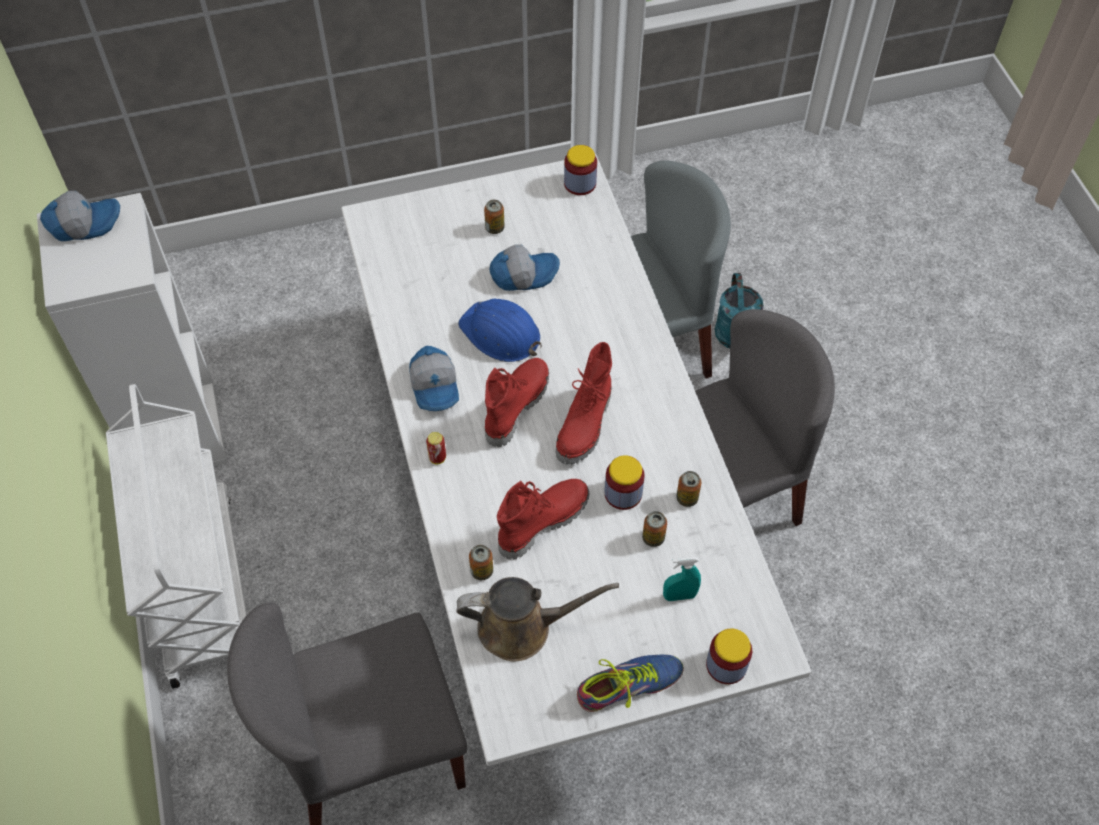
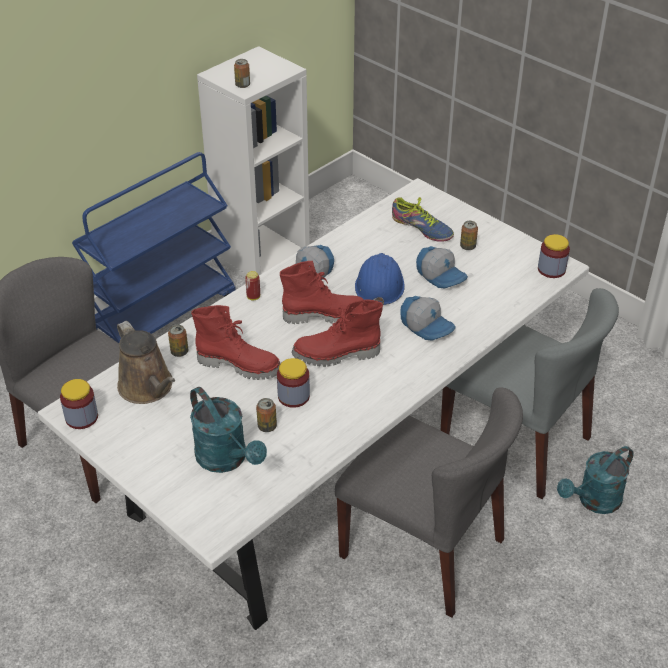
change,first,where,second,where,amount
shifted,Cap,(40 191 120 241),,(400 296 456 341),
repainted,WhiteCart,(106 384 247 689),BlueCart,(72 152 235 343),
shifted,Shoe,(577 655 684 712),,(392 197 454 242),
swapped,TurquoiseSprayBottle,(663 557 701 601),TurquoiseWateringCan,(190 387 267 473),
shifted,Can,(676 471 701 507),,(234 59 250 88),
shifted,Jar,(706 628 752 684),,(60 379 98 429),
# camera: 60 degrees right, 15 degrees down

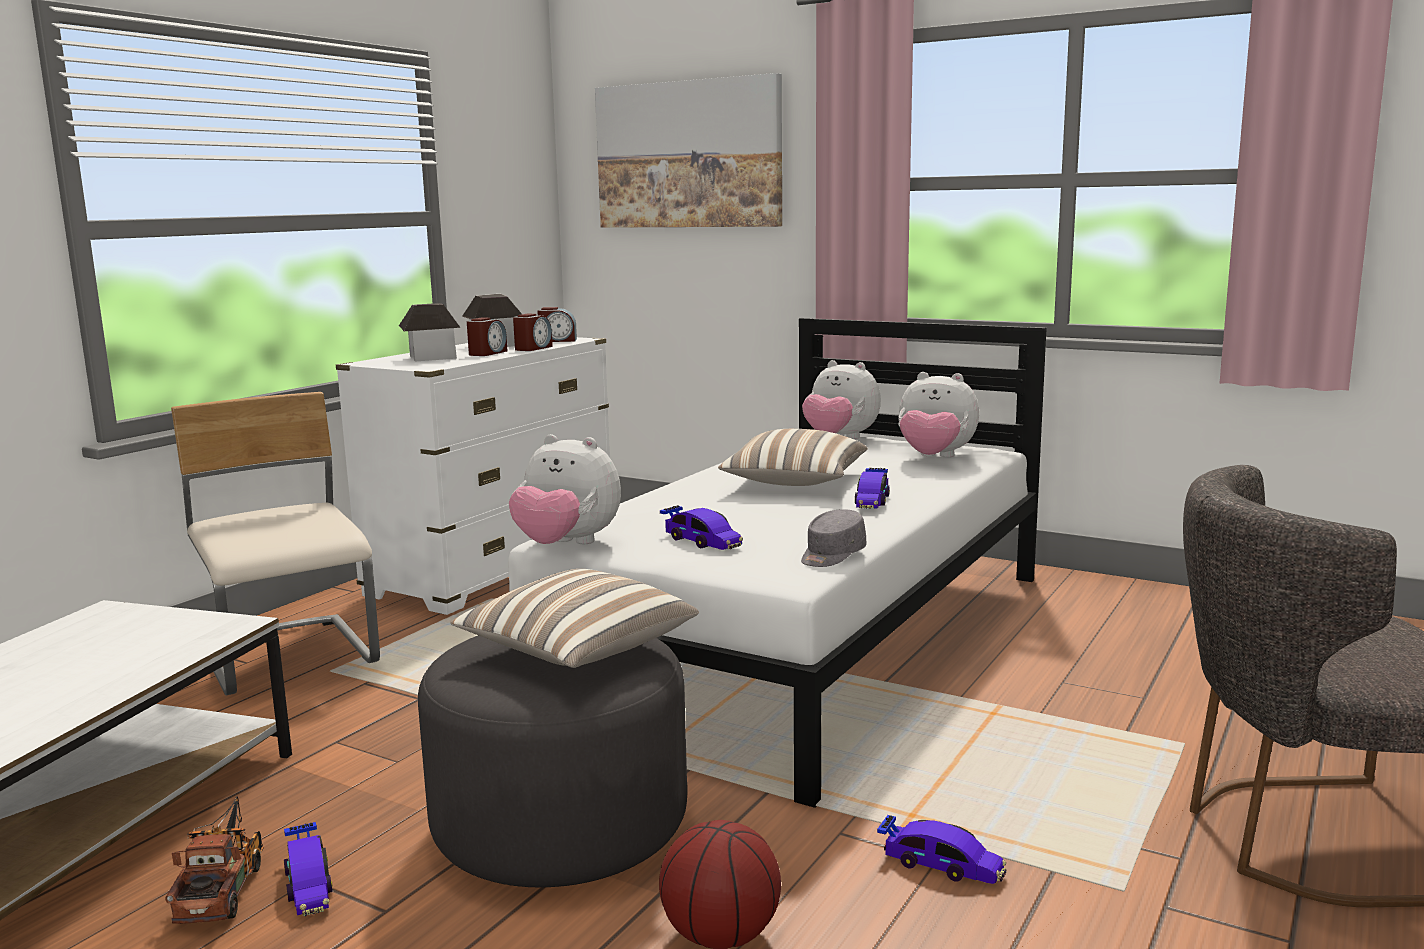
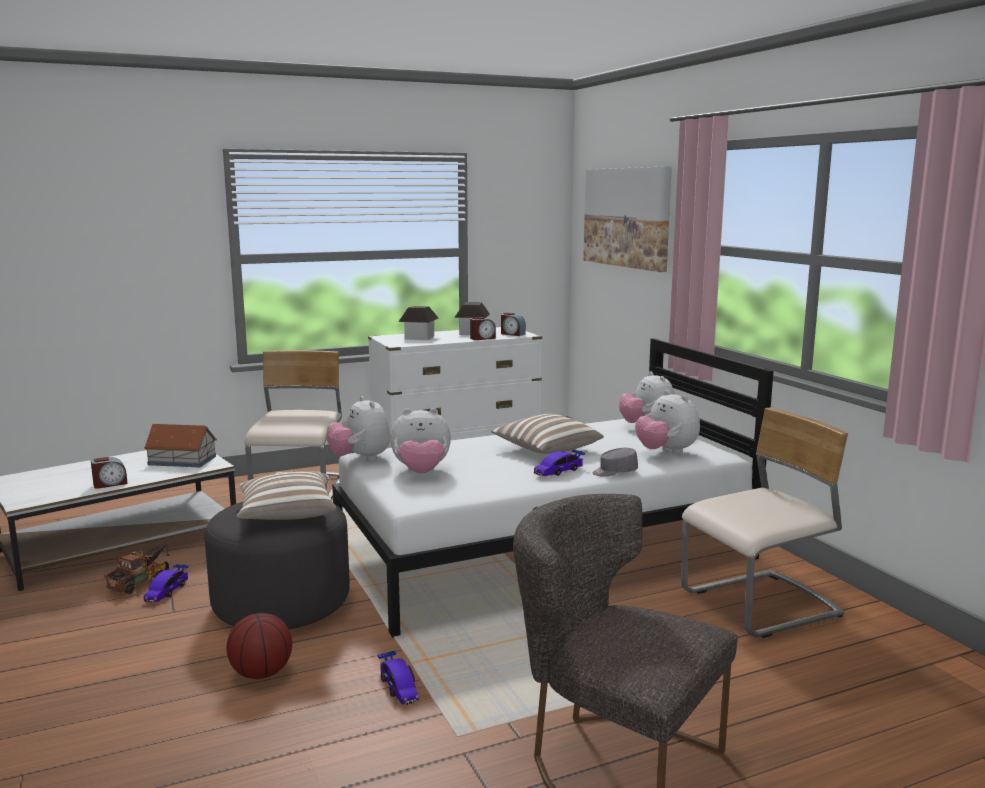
change,first,where,second,where,amount
shifted,AlarmClock,(467 317 507 356),,(91 457 128 489),
swapped,ToyCar,(660 505 743 550),PlushToy,(390 408 451 473),
shifted,GreyCap,(801 509 866 567),,(592 448 638 477),
new,,,ToyHouse,(144 424 217 467),
new,,,BeigeChair,(681 407 848 638),
# camera: 35 degrees right, 0 degrees up

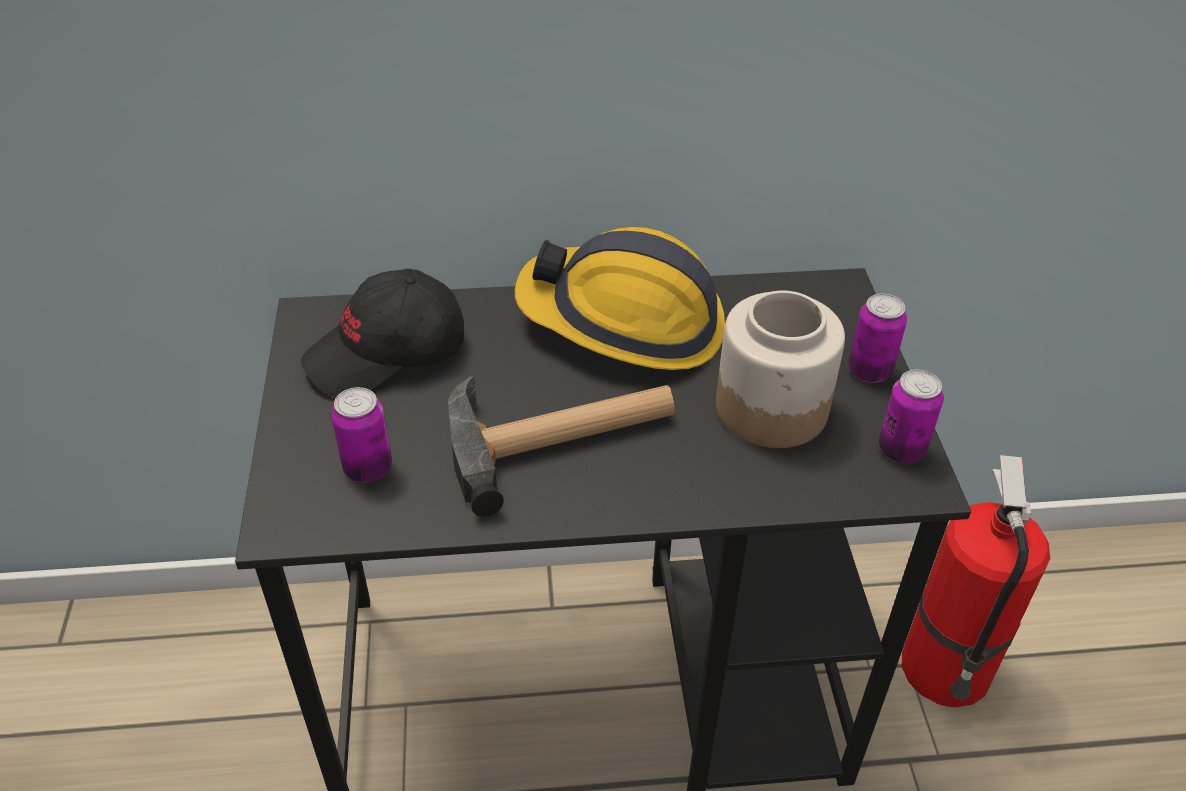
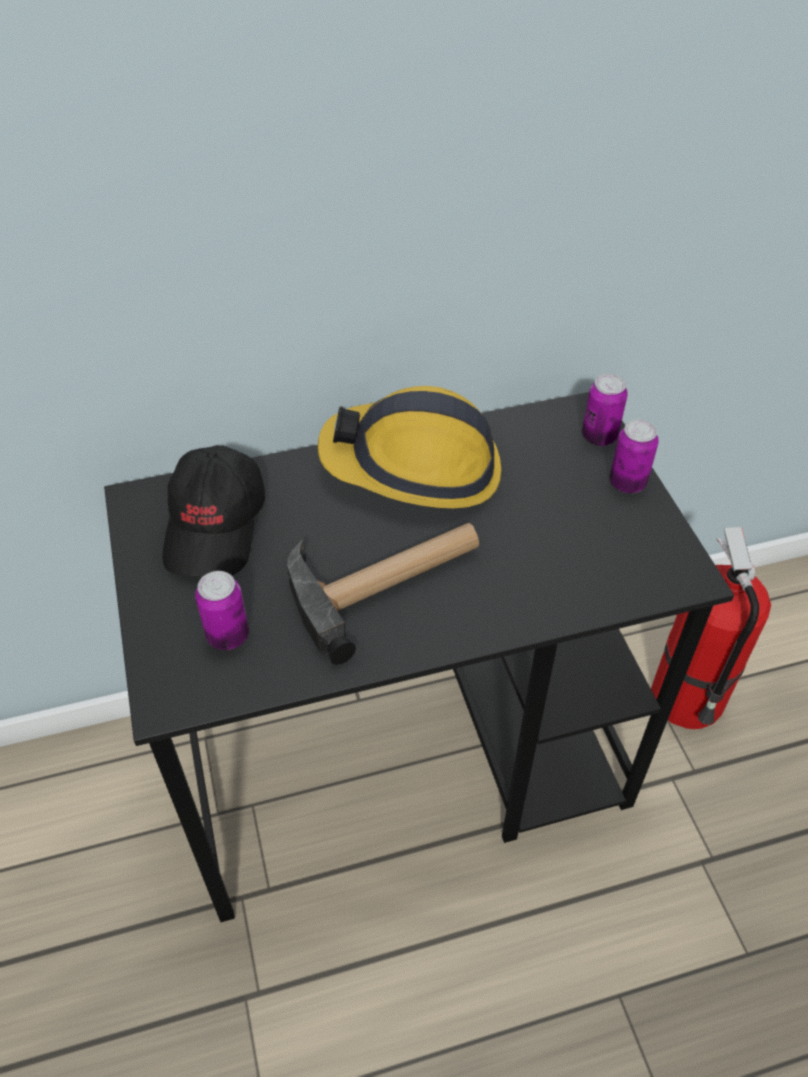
change,first,where,second,where,amount
rotated,BlackCap,(301 269 464 397),,(163 445 265 577),45 degrees counterclockwise
gone,Jar,(716 290 845 448),,,
shifted,Can,(879 370 944 463),,(582 374 628 446),
# camera: 10 degrees left, 5 degrees up

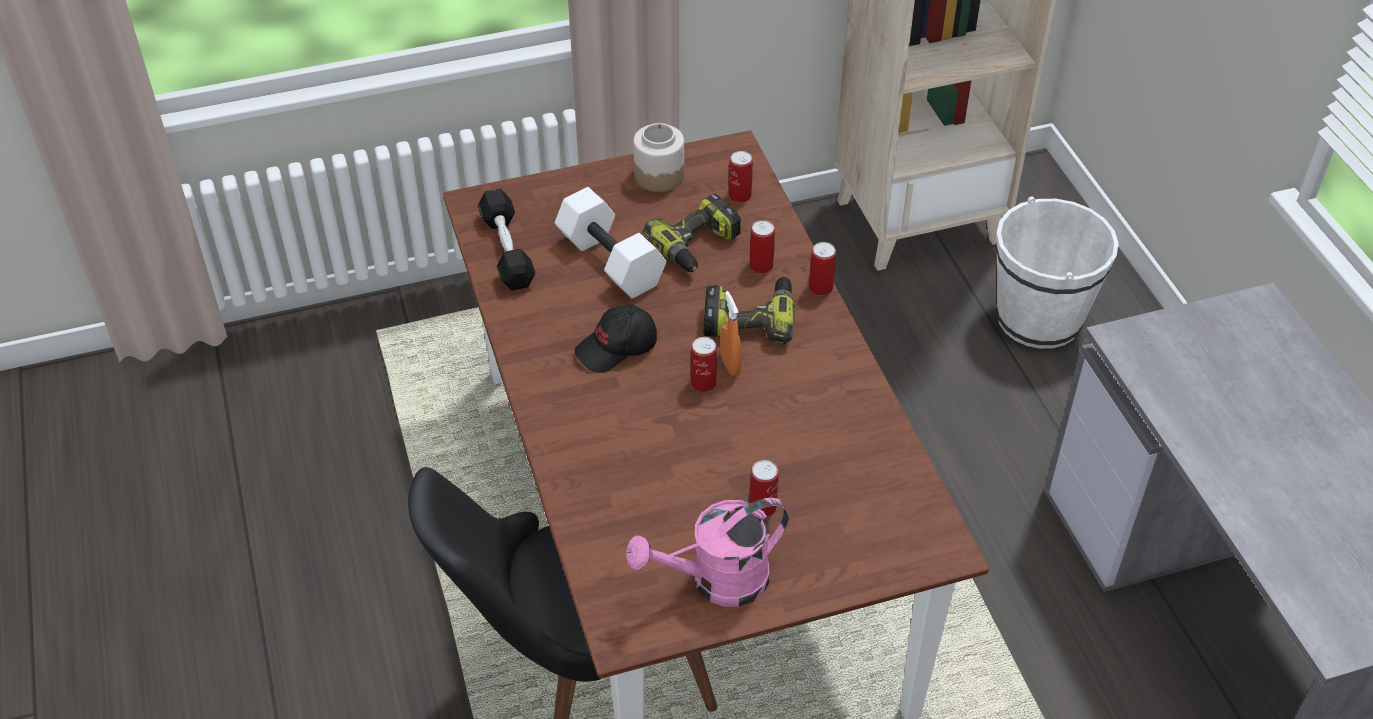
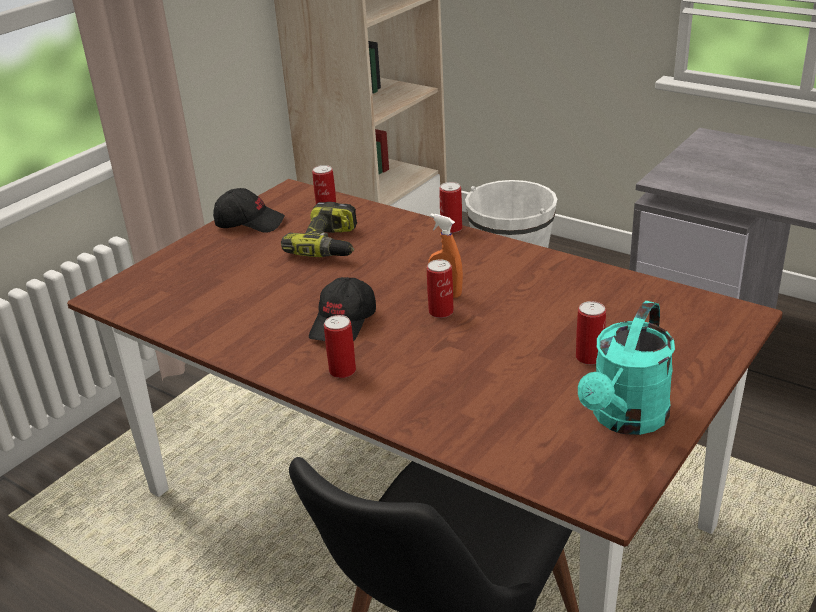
change,first,where,second,where,amount
gone,BlackDumbbell,(478 189 535 291),,,
gone,WhiteDumbbell,(555 187 666 298),,,
repainted,PinkWateringCan,(626 498 789 607),TurquoiseWateringCan,(578 301 675 435),
swapped,Jar,(633 123 684 192),BlackCap,(213 188 285 233),
gone,PowerDrill,(703 277 795 344),,,
shifted,Can,(749 220 775 273),,(324 315 356 378),
# camera: 35 degrees left, 15 degrees down

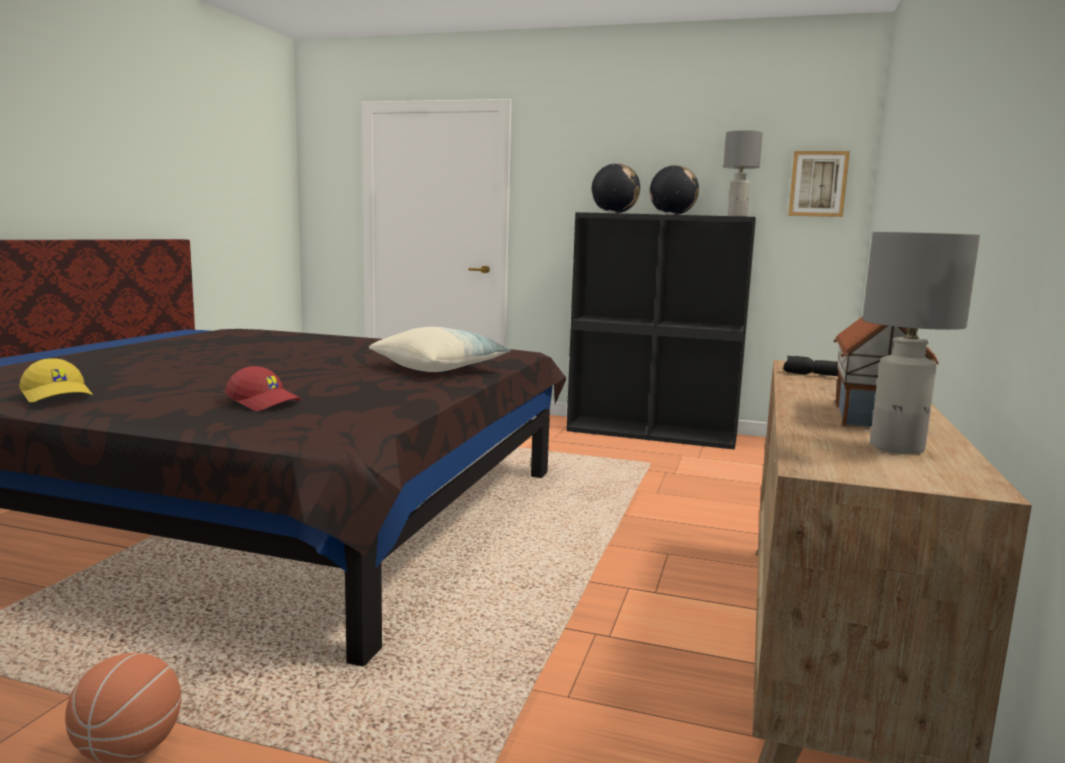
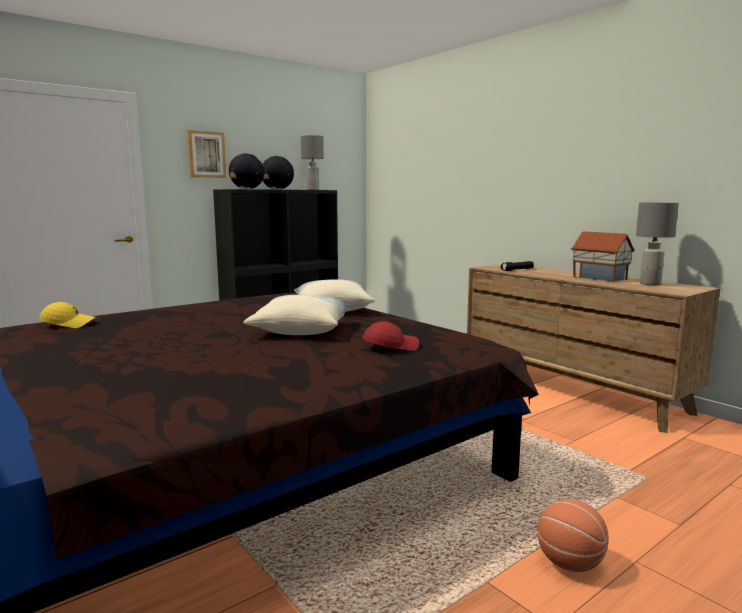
change,first,where,second,where,amount
shifted,YellowCap,(19 358 93 402),,(39 302 95 328),
shifted,Picture,(788 151 850 217),,(187 130 226 178),
new,,,Pillow,(243 295 351 335),
# camera: 55 degrees left, 0 degrees up

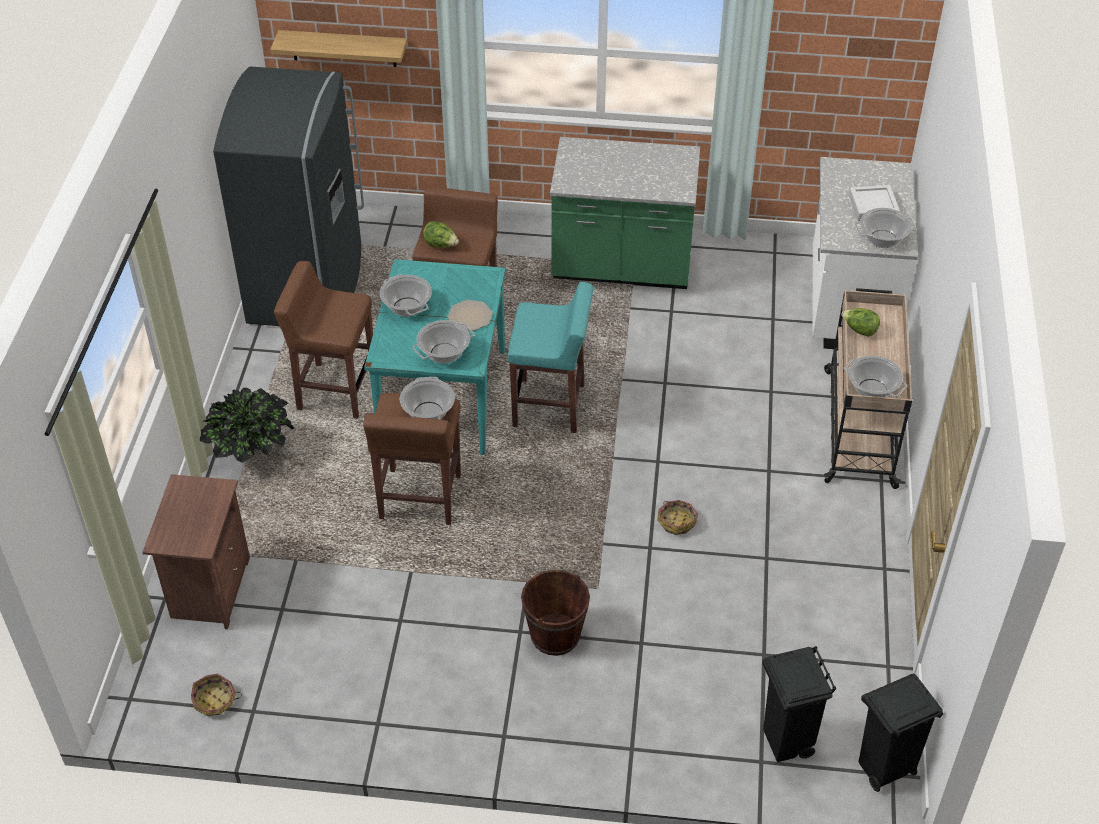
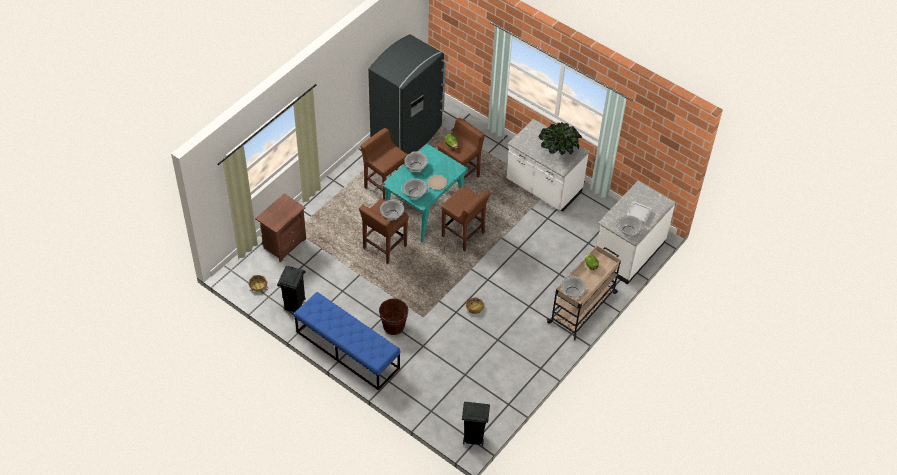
change,first,where,second,where,amount
shifted,PottedPlant,(200 388 294 463),,(539 122 582 155),
gone,Shelf,(270 30 407 67),,,
repainted,TurquoiseStool,(508 282 593 433),BrownStool,(441 186 490 251),
repainted,GreenCounter,(550 137 700 289),WhiteCounter,(507 119 589 211),
shifted,BlackTrashCan,(762 646 836 762),,(277 266 306 313),
new,,,BlueBench,(294 292 400 391),
# camera: 30 degrees right, 5 degrees up

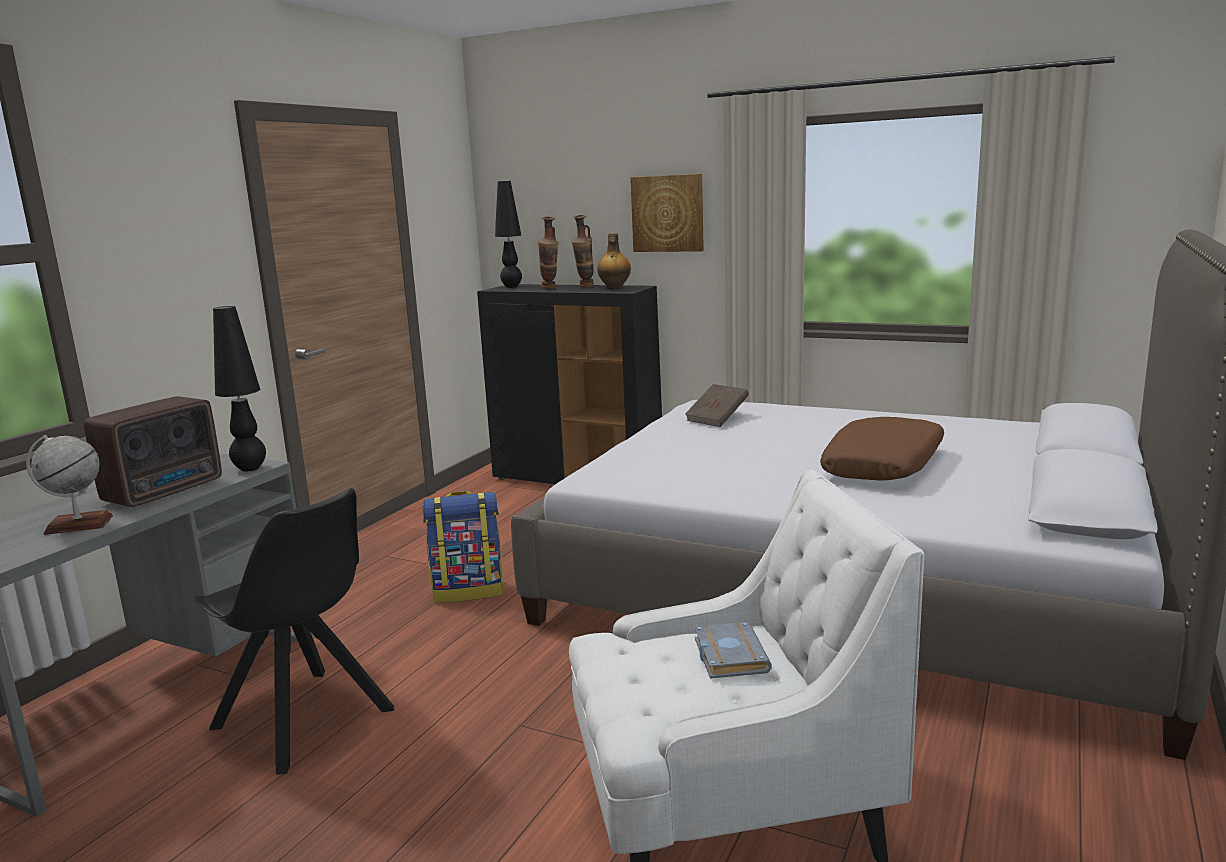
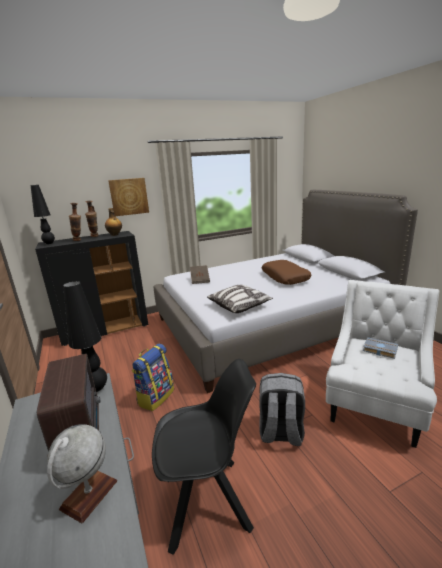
change,first,where,second,where,amount
new,,,Pillow,(207 285 273 313),
new,,,GreyBackpack,(259 373 305 446),
# camera: 50 degrees left, 5 degrees up

